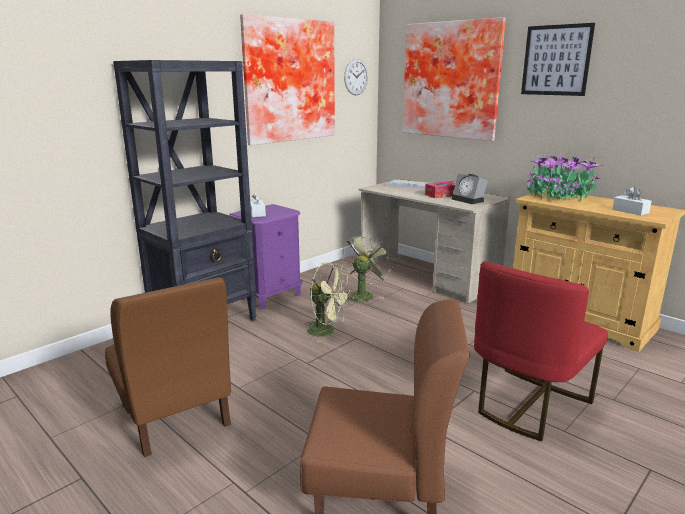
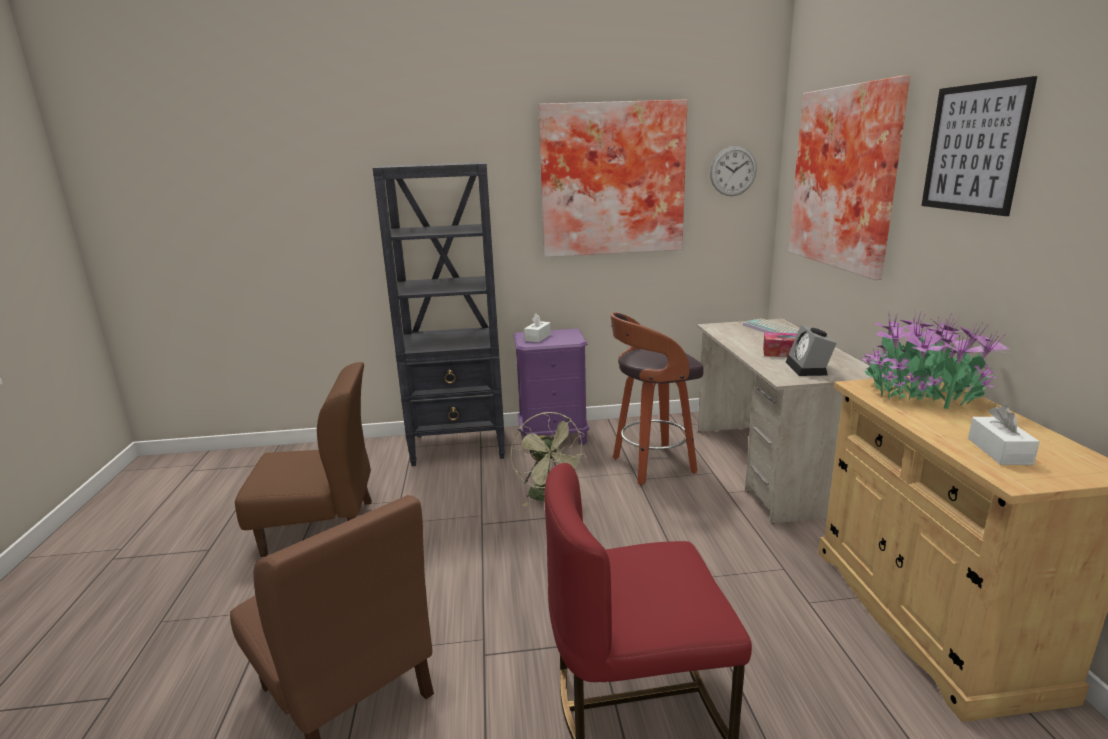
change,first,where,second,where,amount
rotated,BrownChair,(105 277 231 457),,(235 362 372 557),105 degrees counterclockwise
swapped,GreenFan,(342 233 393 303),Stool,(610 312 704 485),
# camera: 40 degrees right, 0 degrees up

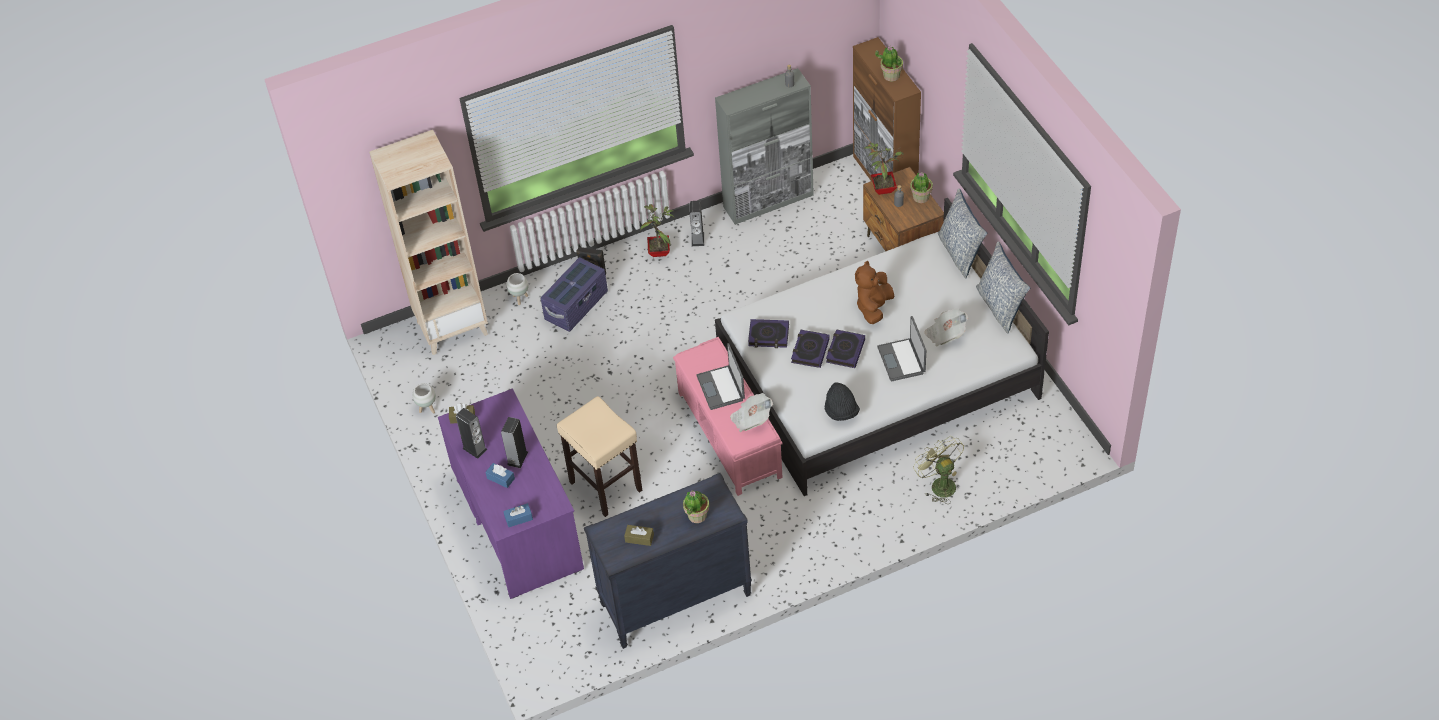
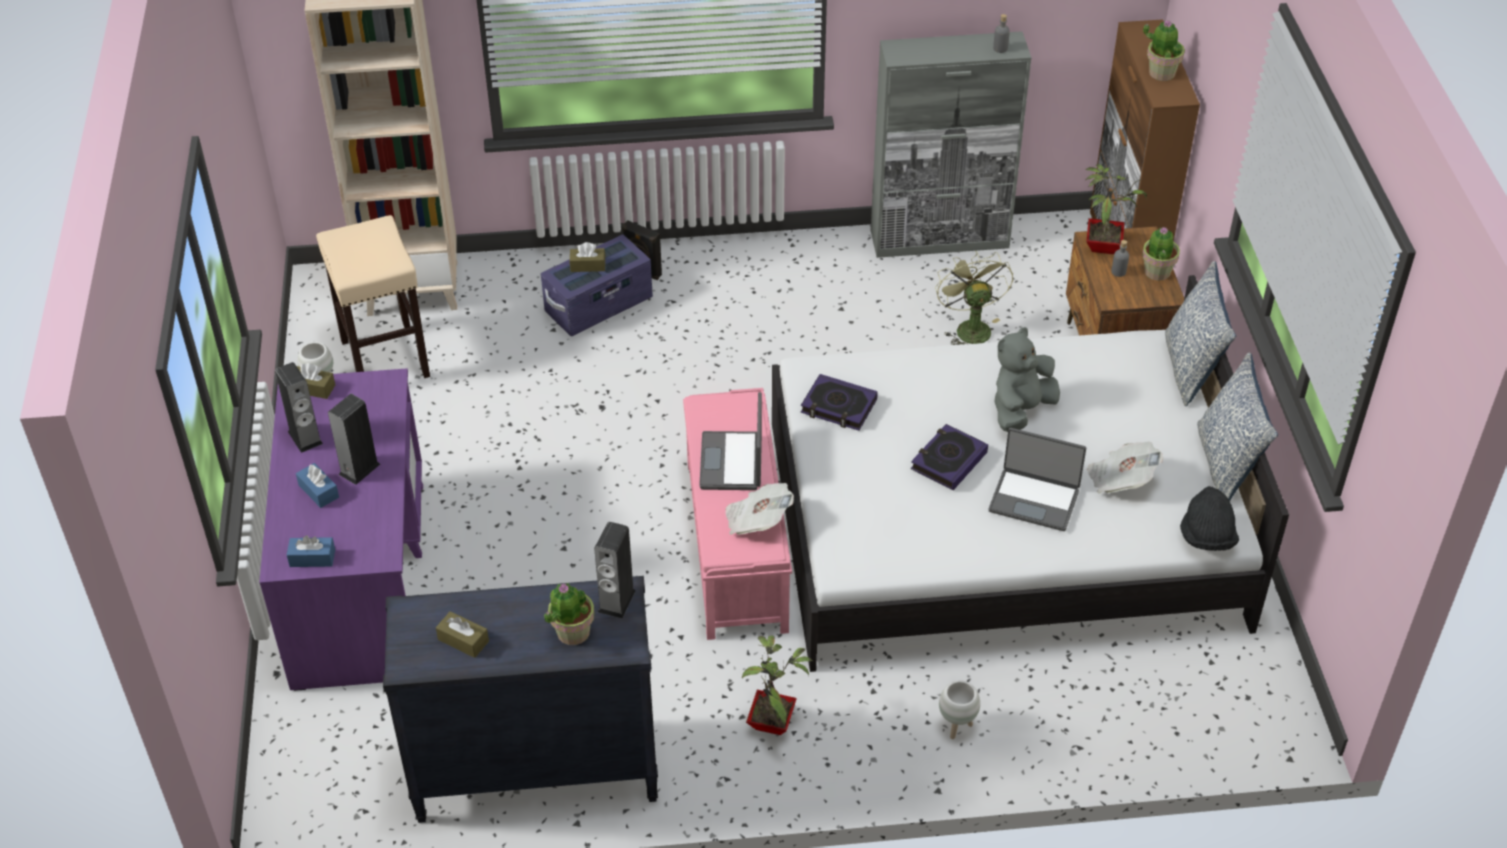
change,first,where,second,where,amount
shifted,WhitePlanter,(507 273 528 305),,(939 680 980 739),
shifted,BeigeStool,(557 396 642 517),,(316 215 430 378),
shifted,PottedPlant,(640 204 675 257),,(742 635 813 735),
shifted,Speaker,(690 201 704 246),,(594 522 636 619),
gone,Book,(791 330 830 368),,,
shifted,BlackHat,(825 382 860 421),,(1180 486 1239 551),
repainted,BrownPlushToy,(855 261 894 324),GreyPlushToy,(995 327 1060 432),
rotated,Laptop,(877 316 926 381),,(988 428 1086 531),75 degrees counterclockwise
shifted,GreenFan,(913 436 964 504),,(935 250 1013 345),
new,,,BrownTissueBox,(570 242 605 272),
# camera: 15 degrees right, 5 degrees down

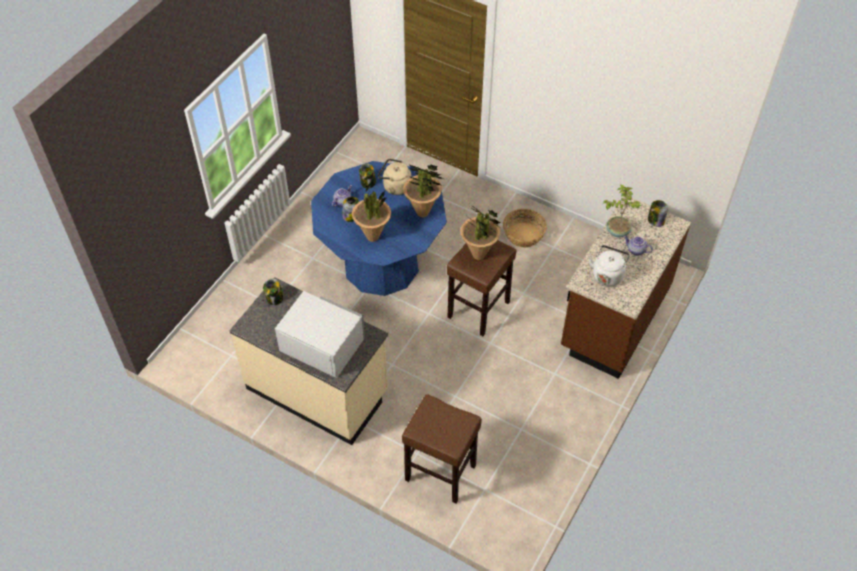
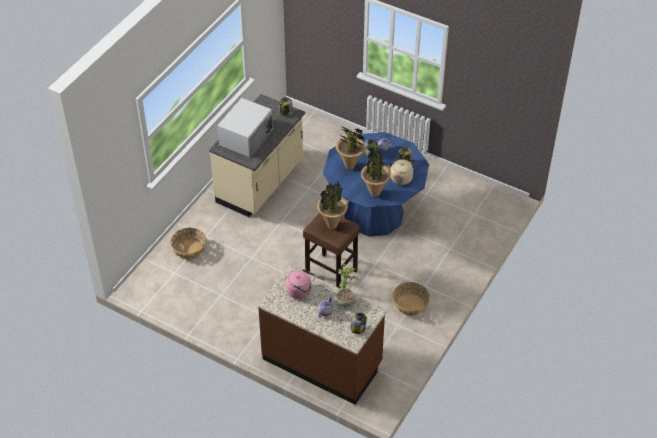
change,first,where,second,where,amount
swapped,BrownStool,(402 394 482 503),Basket,(170 228 206 260),
repainted,WhiteKettle,(589 245 630 286),PinkKettle,(286 269 315 299),
# camera: 90 degrees right, 5 degrees down

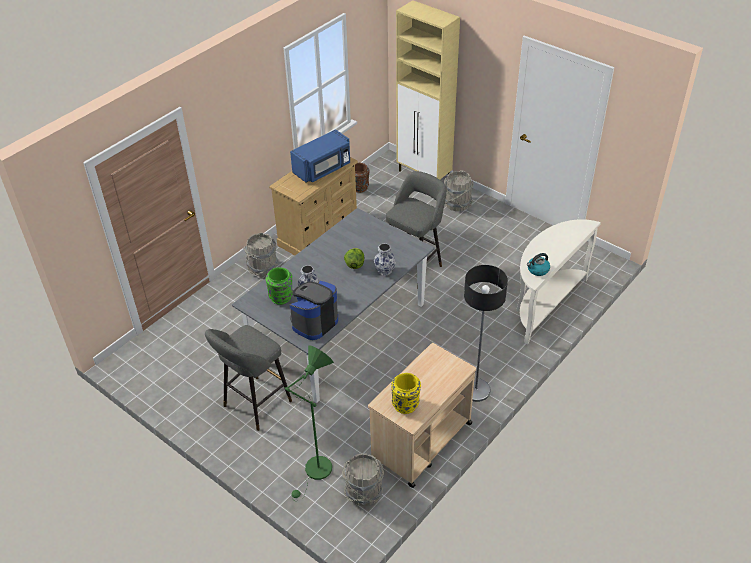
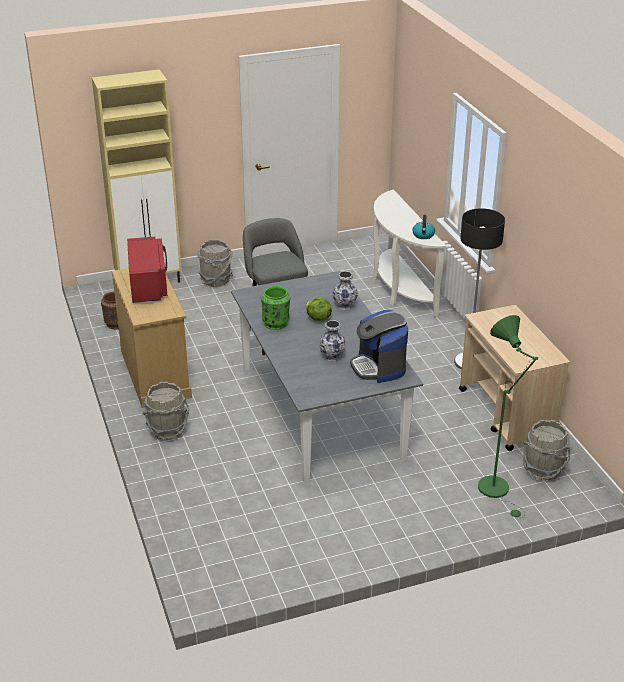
change,first,where,second,where,amount
gone,GreyStool,(205 325 292 431),,,
shifted,GreenVase,(266 267 293 305),,(261 286 290 330),
repainted,BlueMicrowave,(290 129 350 183),RedMicrowave,(127 237 167 303),
gone,YellowVase,(391 373 421 414),,,
# camera: 60 degrees left, 10 degrees down

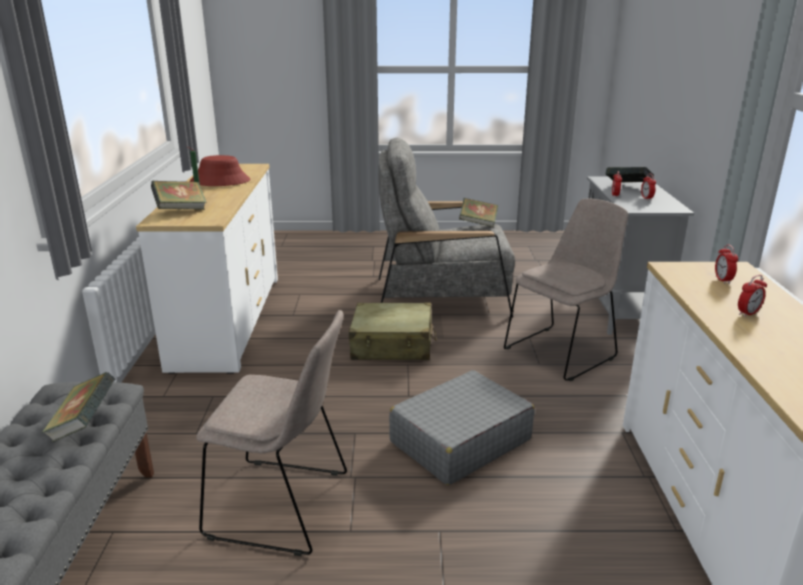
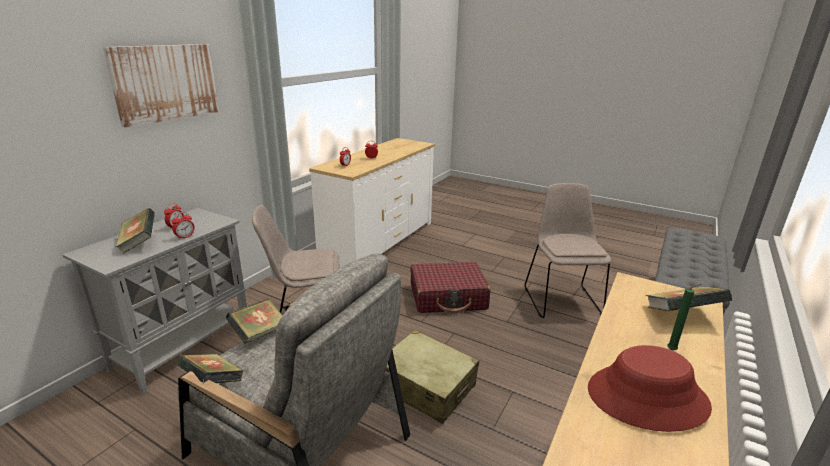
change,first,where,second,where,amount
shifted,Book,(41 372 115 442),,(226 299 283 344),
rotated,BeigeChair,(196 310 347 556),,(525 183 611 318),45 degrees clockwise
repainted,GreySuitcase,(389 370 535 485),RedSuitcase,(411 262 491 314),
new,,,Picture,(103 44 219 128),
# camera: 150 degrees left, 0 degrees up

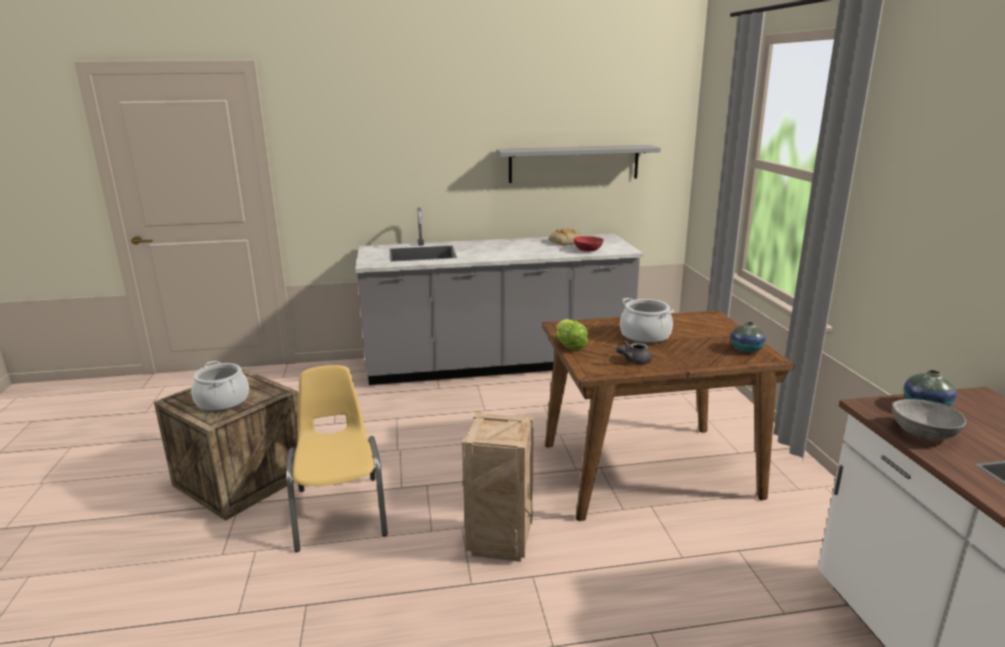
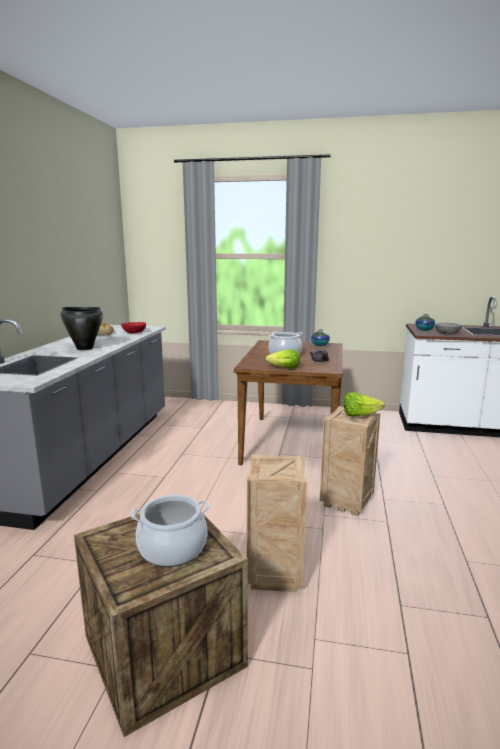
change,first,where,second,where,amount
swapped,YellowChair,(286 365 388 552),Crate,(247 454 307 592),
gone,GreyShelf,(496 145 661 183),,,
new,,,BlackCookingPot,(60 307 103 350),
new,,,Lettuce,(344 392 385 417),
# camera: 70 degrees left, 5 degrees down

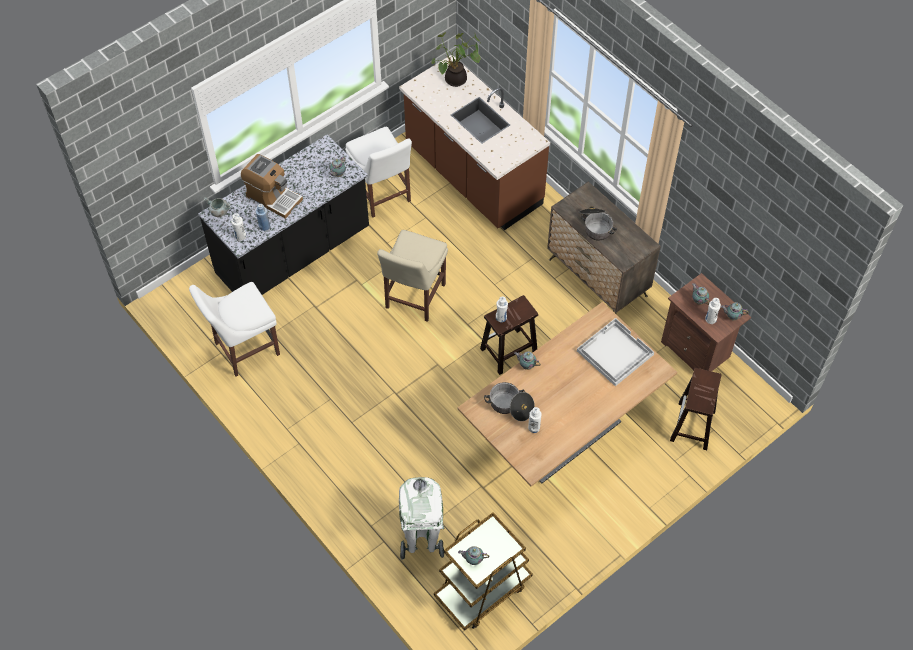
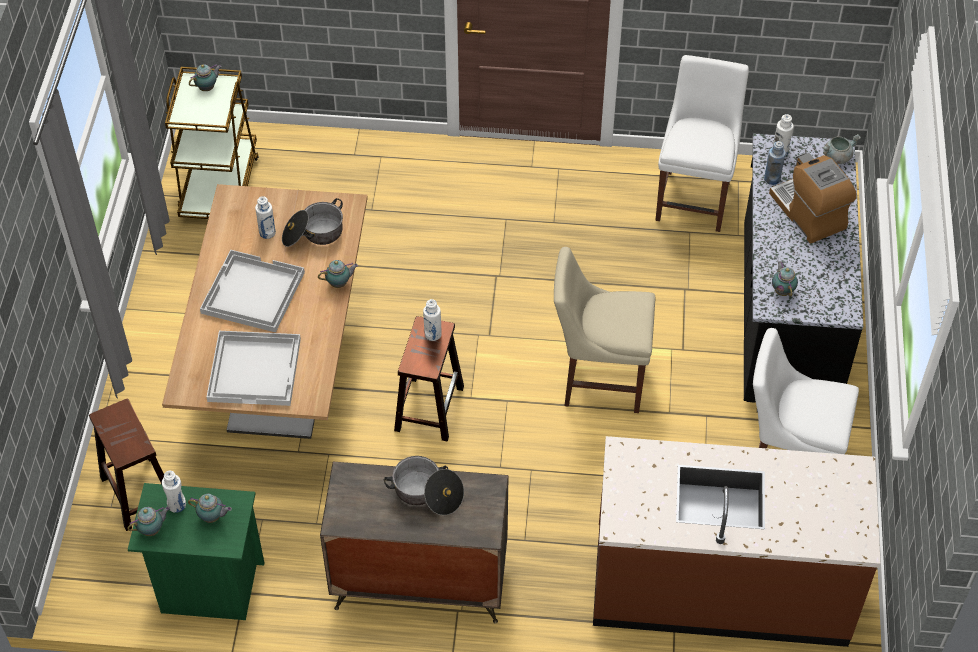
change,first,where,second,where,amount
rotated,CoffeeMachine,(241 154 303 219),,(769 153 857 244),75 degrees clockwise
rotated,BeigeChair,(377 230 448 322),,(554 247 655 413),60 degrees counterclockwise
gone,WhiteTrashCan,(399 477 444 560),,,
gone,PottedPlant,(431 32 481 87),,,
repainted,BrownNightstand,(661 273 751 371),GreenNightstand,(128 483 264 620),
new,,,WhiteTray,(200 250 305 333),
# camera: 135 degrees right, 5 degrees down

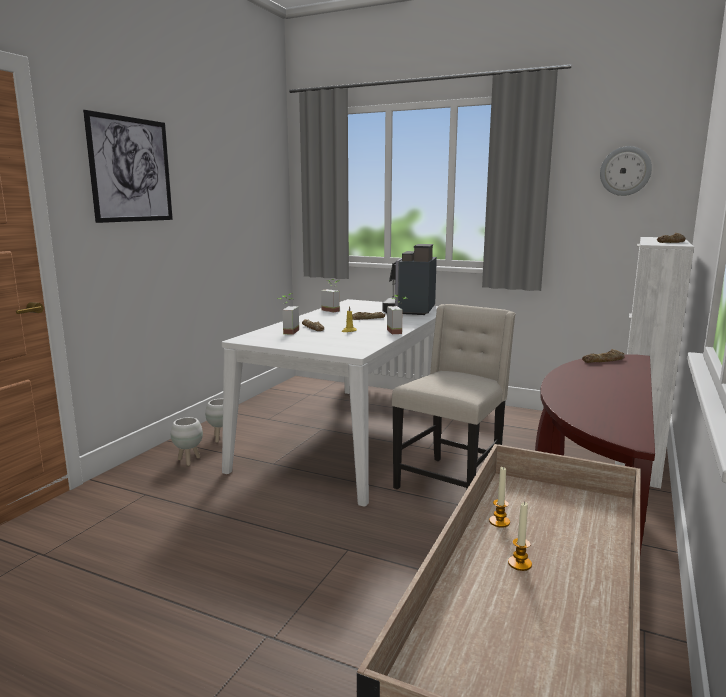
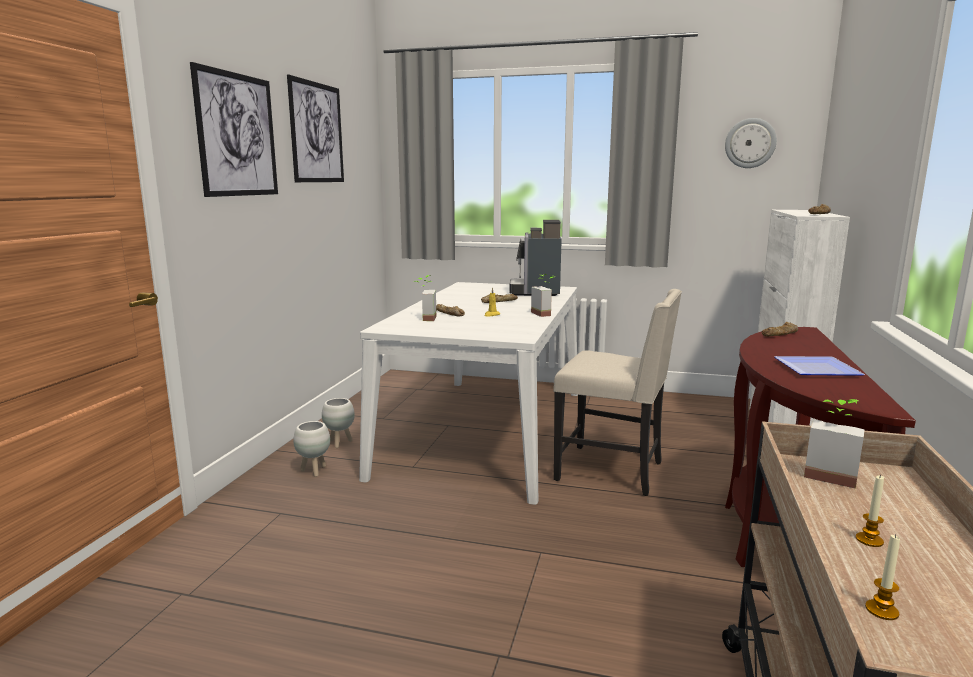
change,first,where,second,where,amount
shifted,PottedPlant,(321 279 340 313),,(804 399 864 489),
rotated,BeigeChair,(392 304 516 489),,(553 289 682 496),90 degrees clockwise
shifted,Candle,(489 466 510 528),,(865 534 900 620),
new,,,Picture,(287 75 344 182),
new,,,Plate,(774 356 865 376),
# camera: 10 degrees left, 0 degrees up

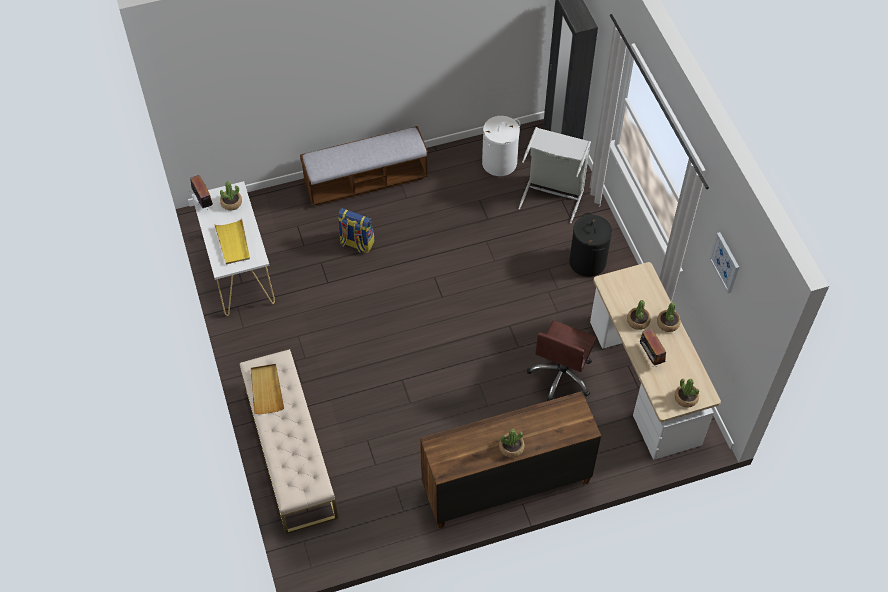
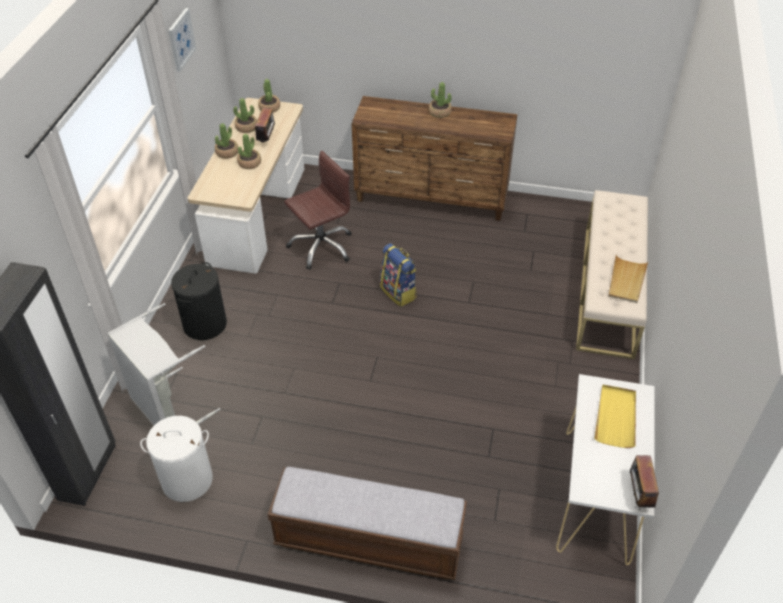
change,first,where,second,where,amount
shifted,PottedPlant,(220 181 242 211),,(233 98 257 133),
shifted,Backpack,(338 208 374 253),,(380 243 417 307),
# camera: 150 degrees left, 10 degrees down

